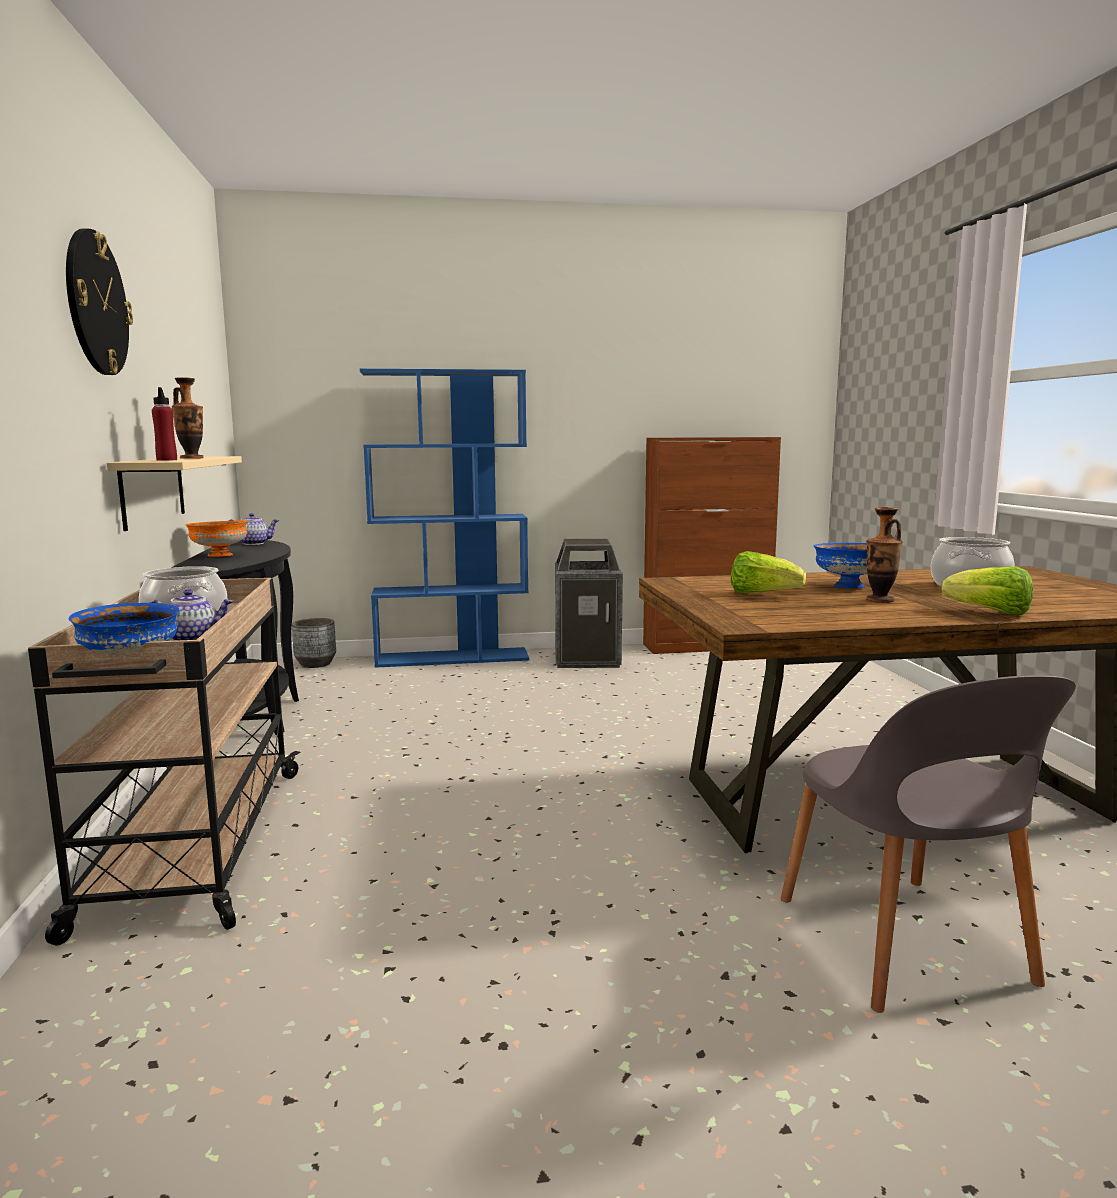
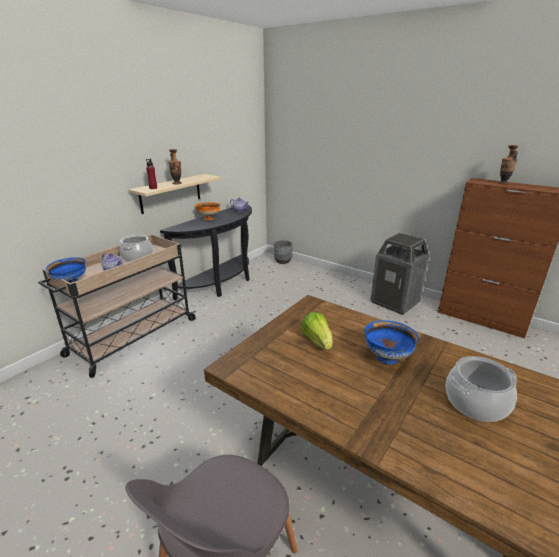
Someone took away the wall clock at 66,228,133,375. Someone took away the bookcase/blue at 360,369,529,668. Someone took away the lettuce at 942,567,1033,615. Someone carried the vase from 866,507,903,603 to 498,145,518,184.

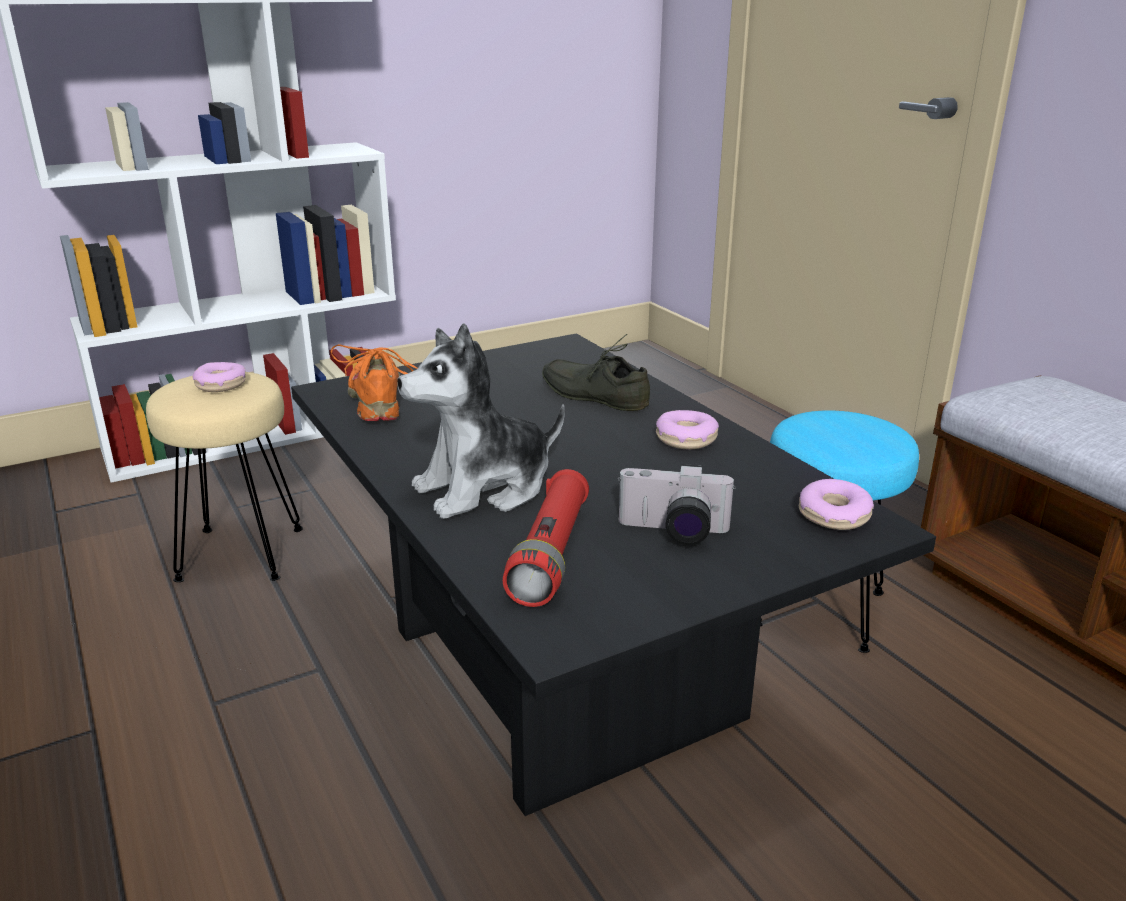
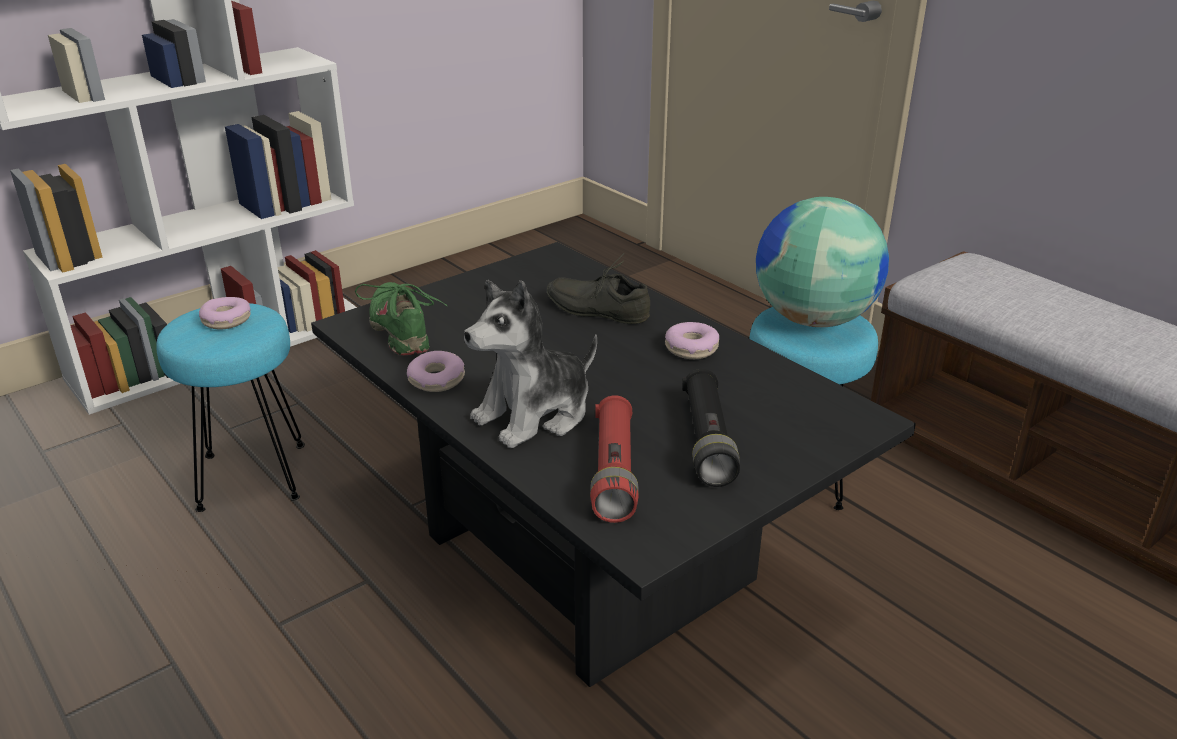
Someone put down the globe at 756,197,889,327. Someone carried the donut from 799,479,874,530 to 407,351,465,392. Someone swapped the photo camera at 619,464,736,545 for the flashlight/black at 682,369,740,487. Someone repainted the stool/beige at 146,372,303,582, which became the stool/turquoise at 156,303,305,512. Someone repainted the shoe/orange at 330,344,417,421, which became the shoe/green at 355,282,447,355.

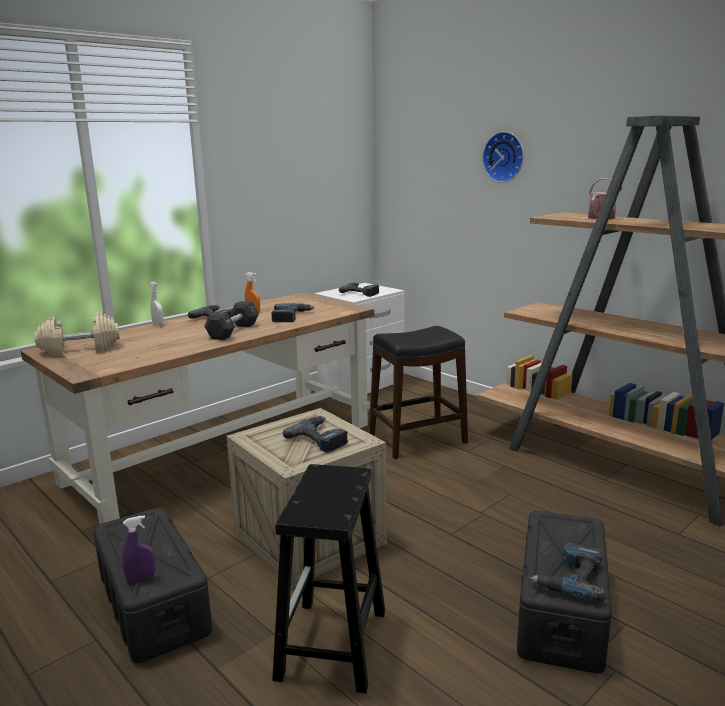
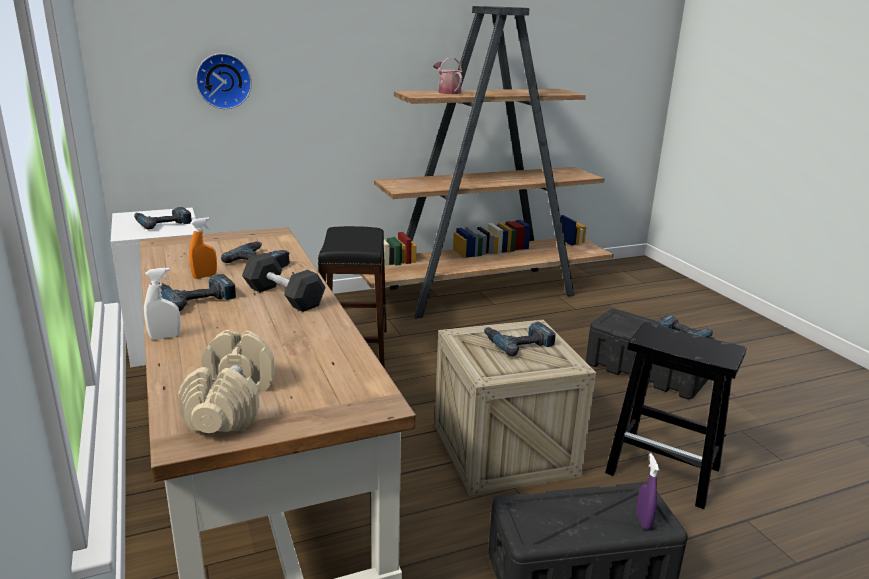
Someone carried the wall clock from 482,131,524,183 to 196,53,252,109.

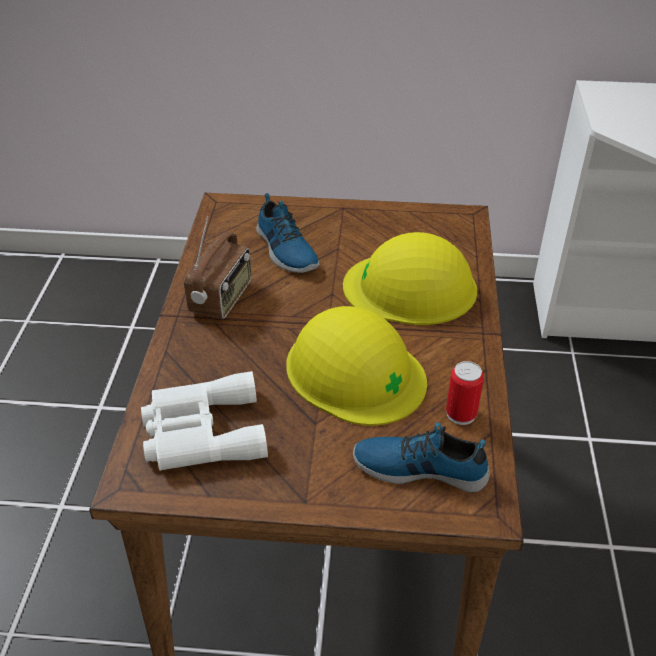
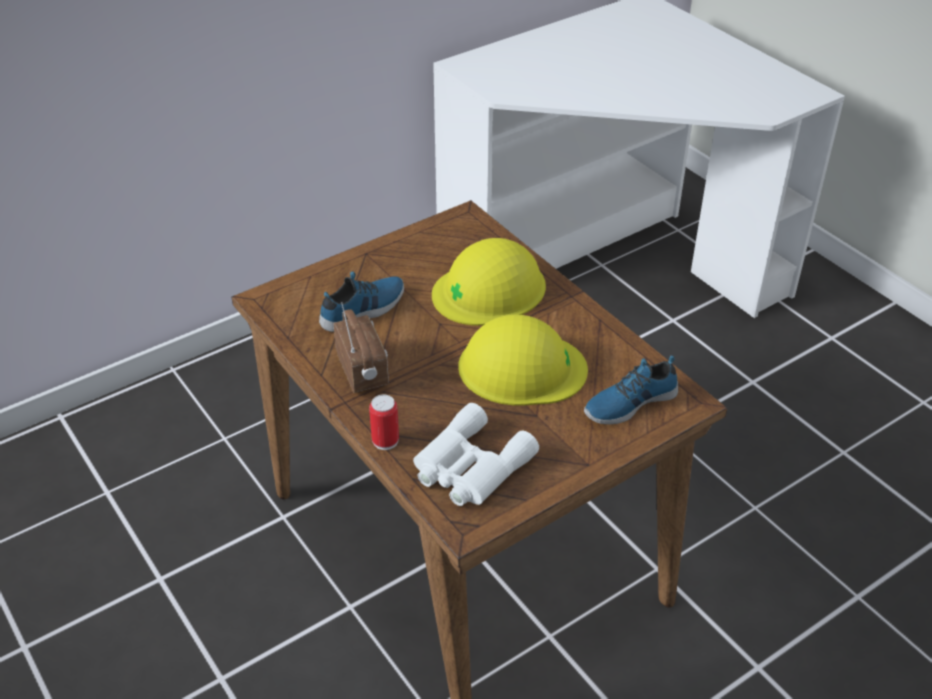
Someone carried the can from 446,361,484,425 to 369,395,399,450. Someone rotated the shoe at 256,193,320,273 by 60 degrees counterclockwise.

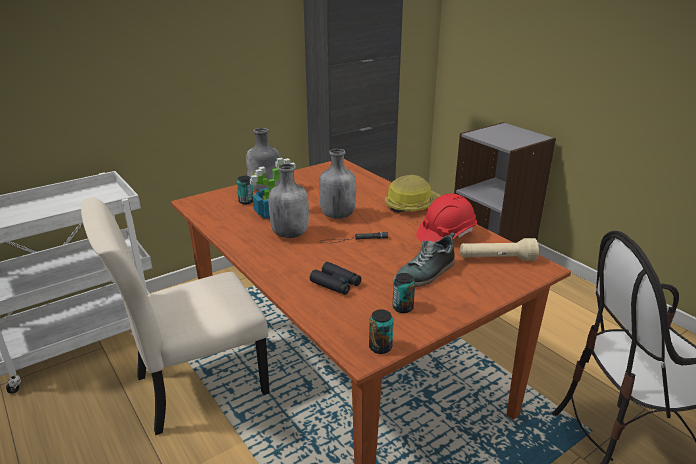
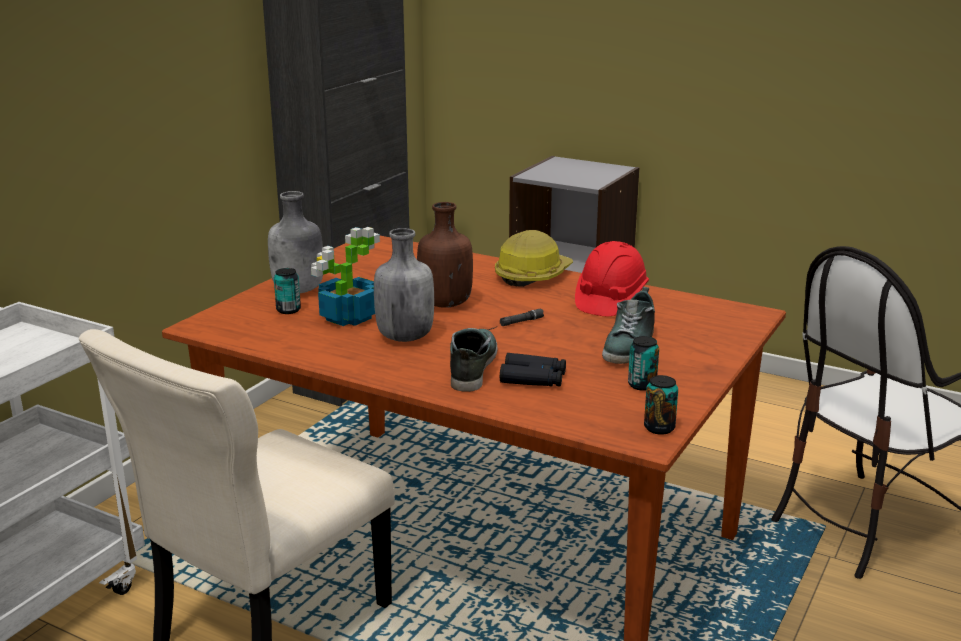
Someone took away the flashlight/beige at 460,238,539,261. Someone put down the shoe at 450,328,497,392. Someone repainted the bottle/grey at 319,149,356,219, which became the bottle/brown at 417,202,473,308.

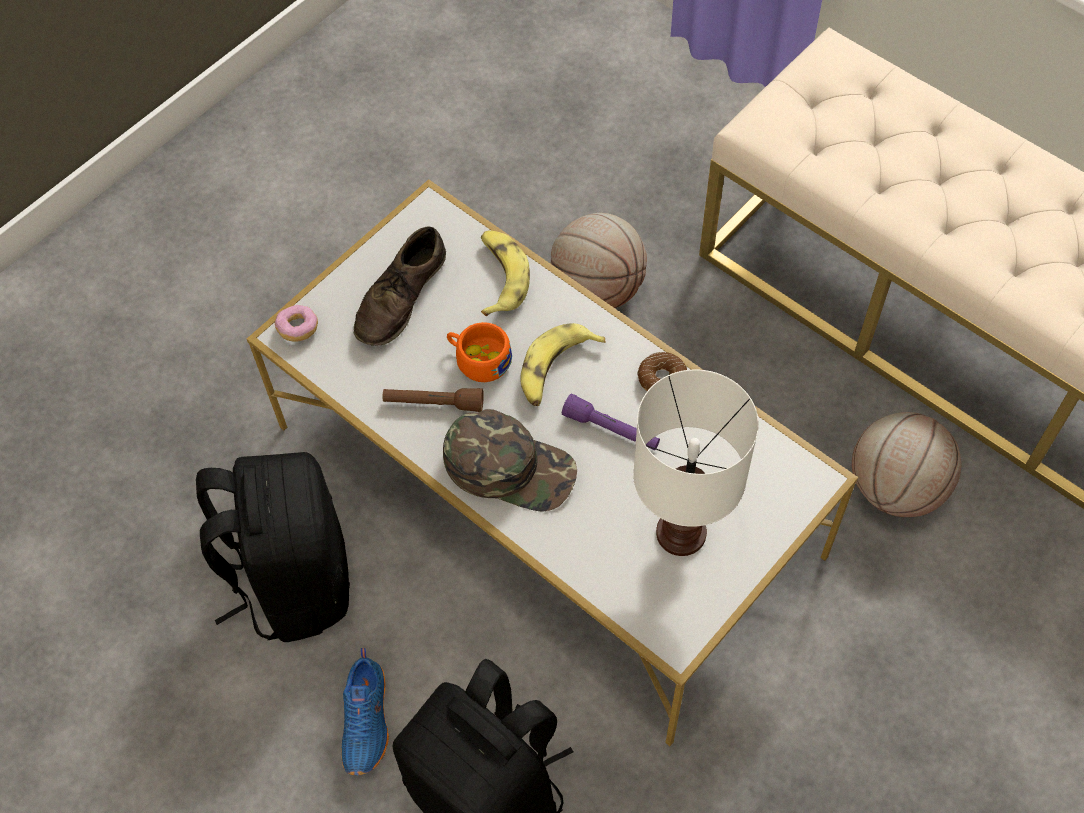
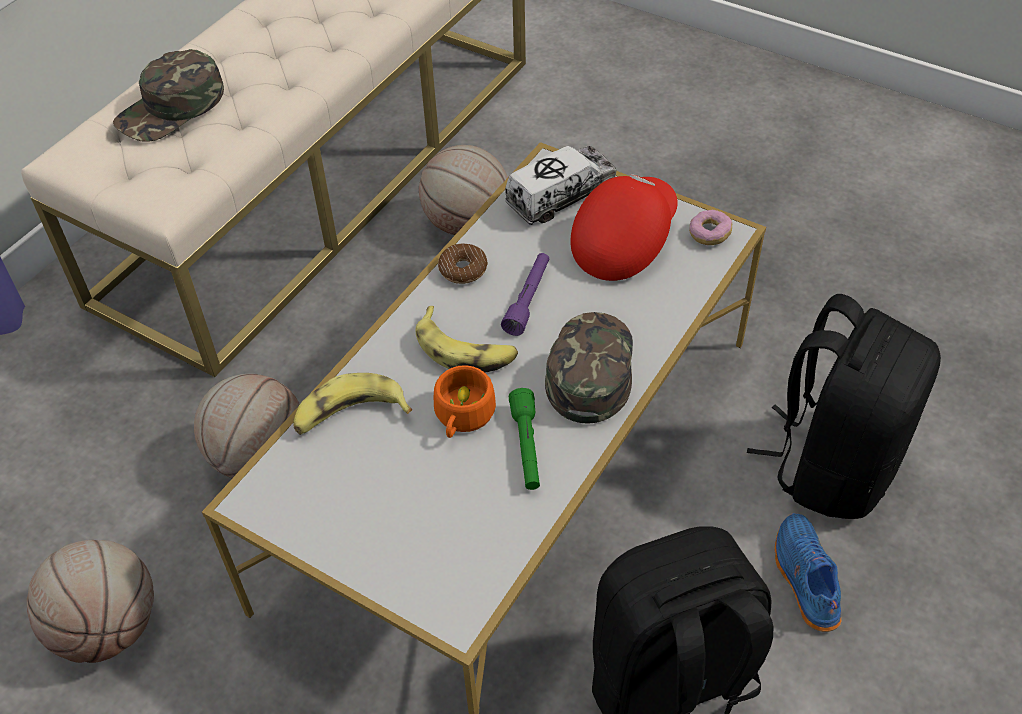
Someone took away the shoe/brown at 354,226,446,346. Someone put down the basketball at 27,540,154,663. Someone put down the cap/green at 113,49,224,142. Someone put down the toy truck at 504,146,617,225. Someone carried the donut from 275,305,318,342 to 689,210,732,245. Someone swapped the table lamp/white at 633,369,759,556 for the cap/red at 570,174,678,281. Someone repainted the flashlight/brown at 383,388,484,412, which became the flashlight/green at 509,388,540,490. Someone rotated the shoe/blue at 341,648,389,776 by 90 degrees counterclockwise.

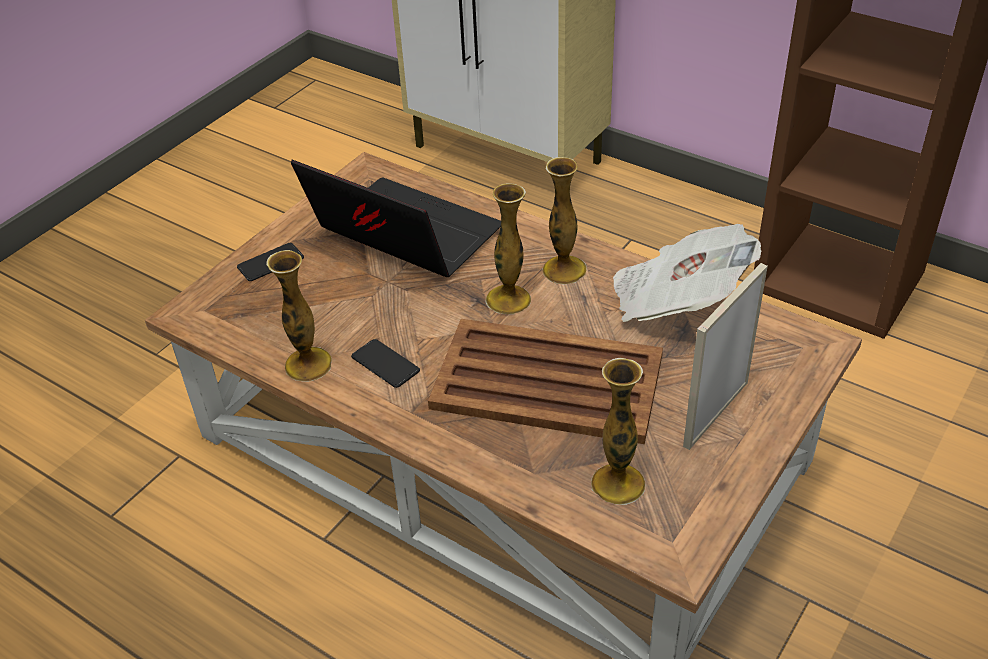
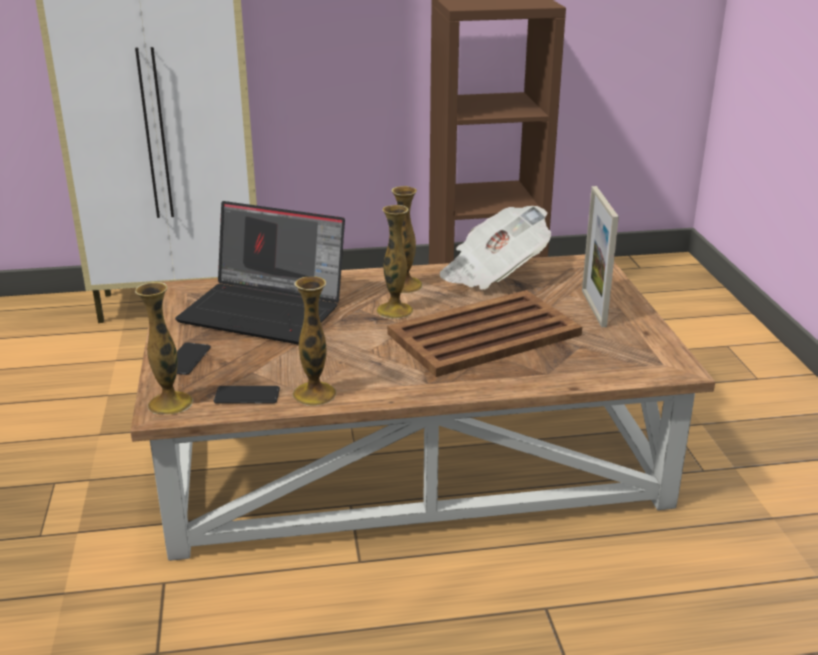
Someone carried the phone from 351,339,420,388 to 214,386,280,404. Someone carried the vase from 591,358,645,505 to 135,282,193,415. Someone rotated the laptop at 291,160,501,277 by 150 degrees counterclockwise.

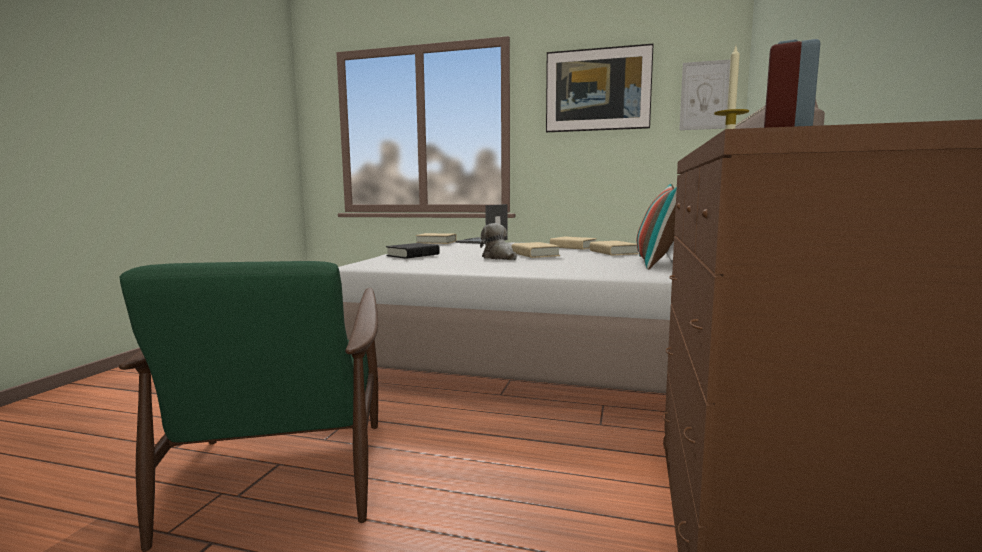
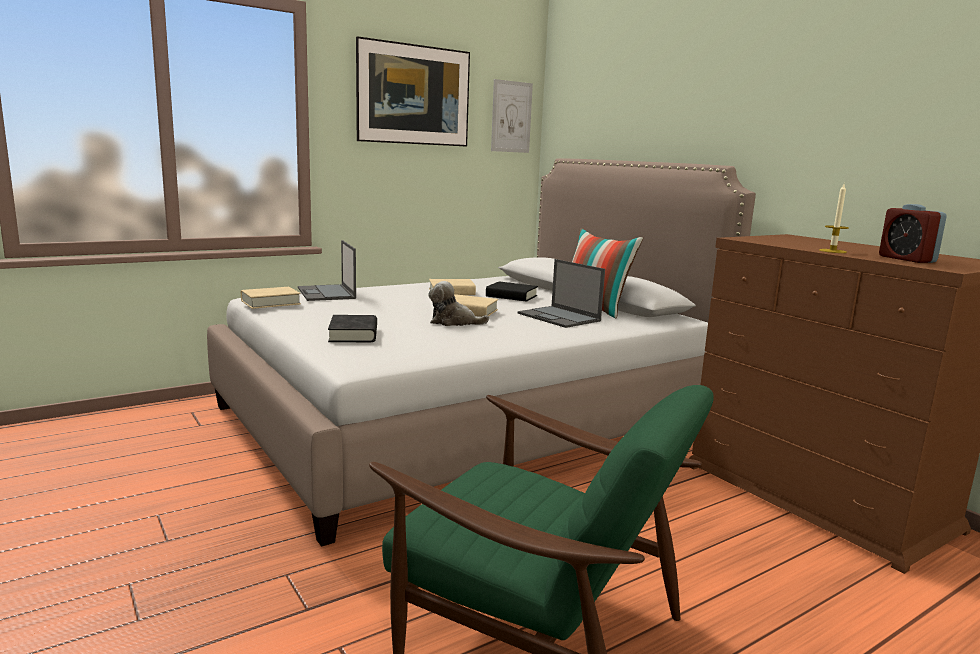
Someone put down the laptop at 518,259,605,328. Someone repainted the book/beige at 590,241,639,255, which became the book/black at 486,281,538,301.

